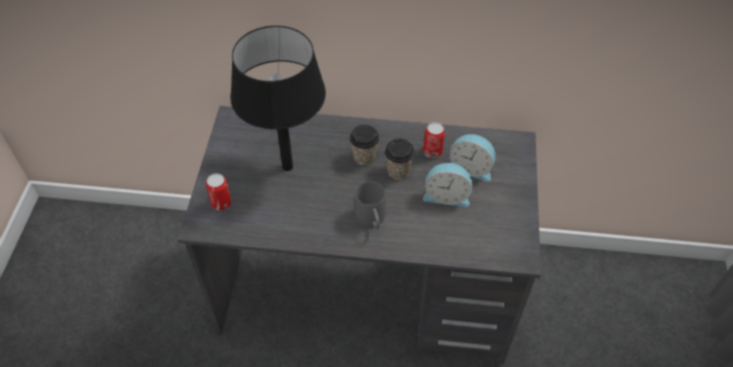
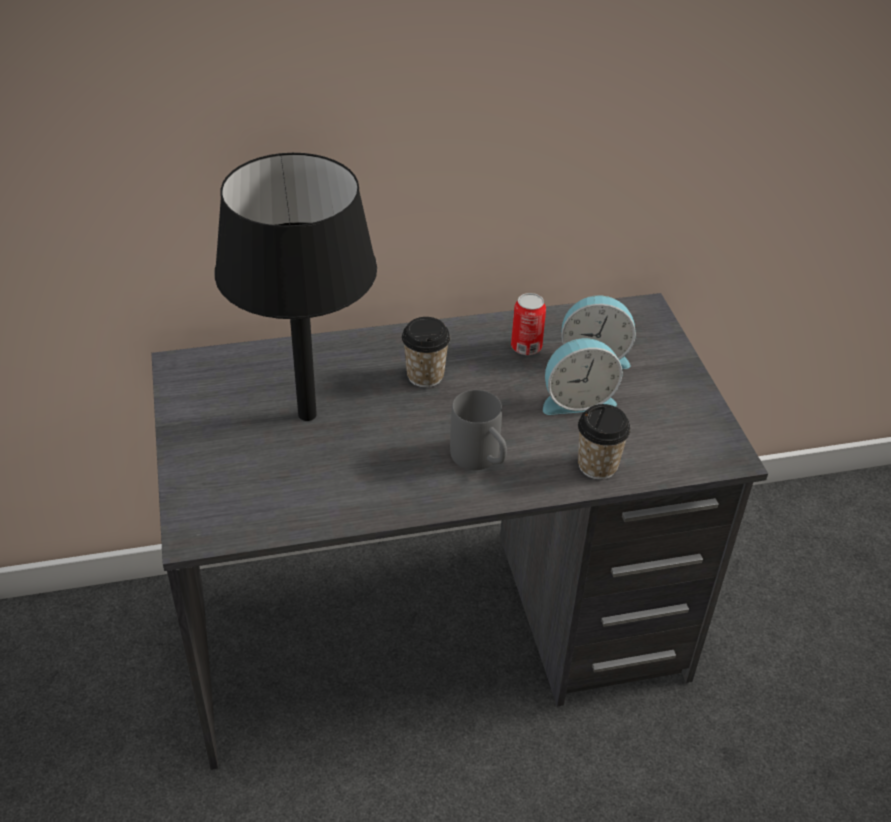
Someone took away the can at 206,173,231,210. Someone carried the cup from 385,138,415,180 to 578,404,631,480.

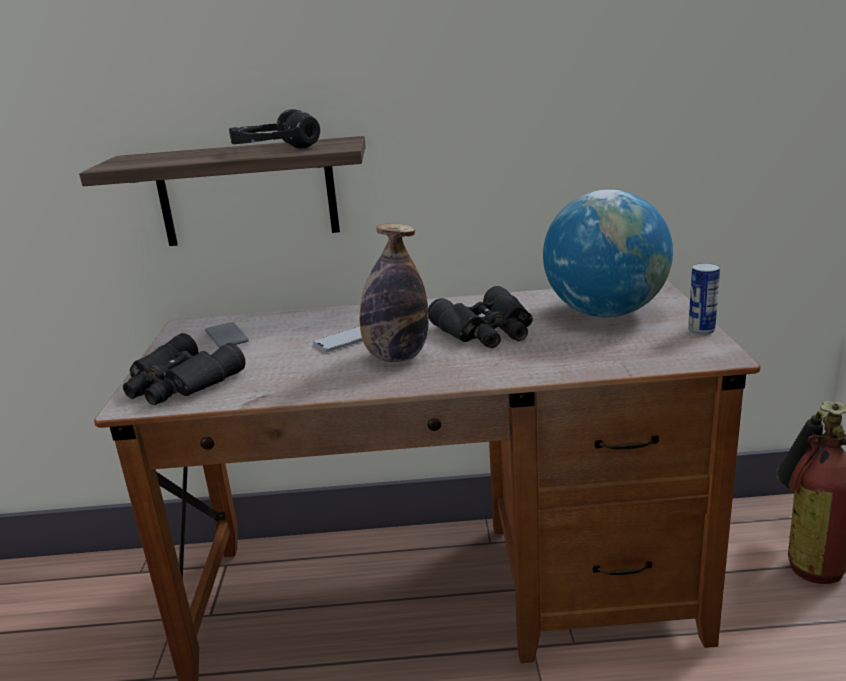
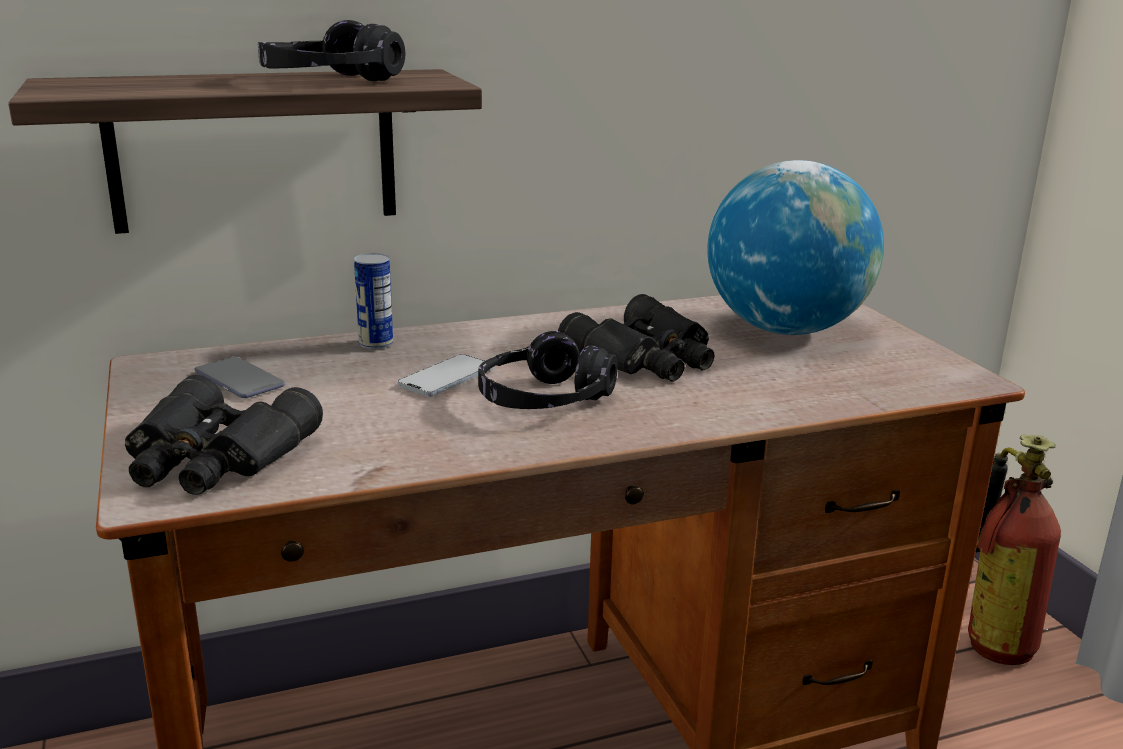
Someone carried the can from 688,263,720,335 to 354,253,393,349. Someone swapped the bottle at 360,223,429,362 for the headphones/black at 478,331,618,409.

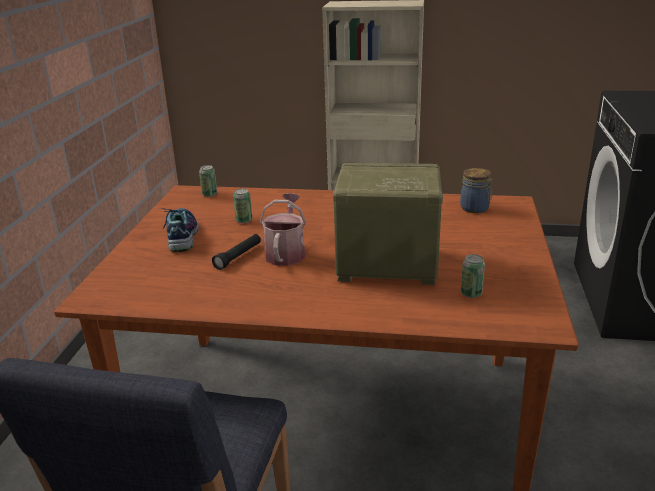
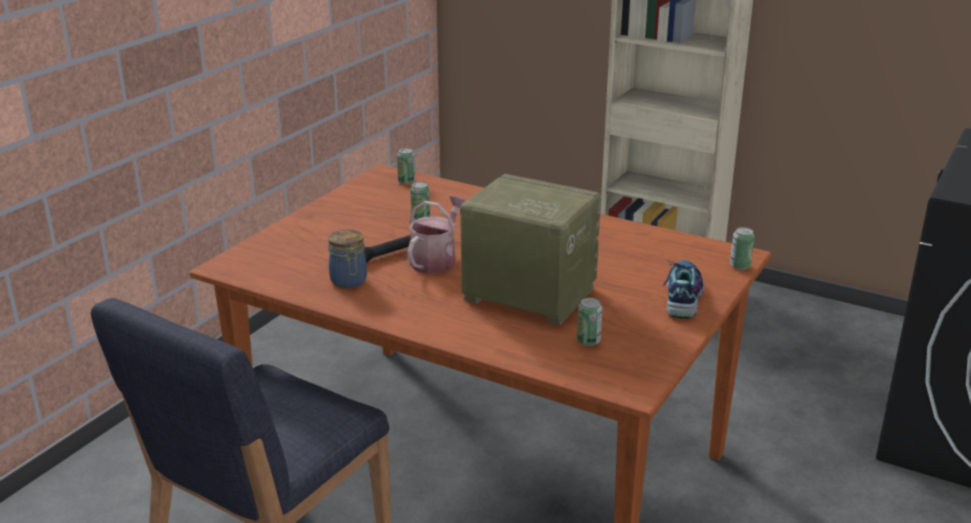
Someone put down the can at 730,227,755,270. Someone carried the shoe from 158,208,199,252 to 663,259,705,319. Someone carried the jar from 460,168,493,213 to 328,229,367,288.

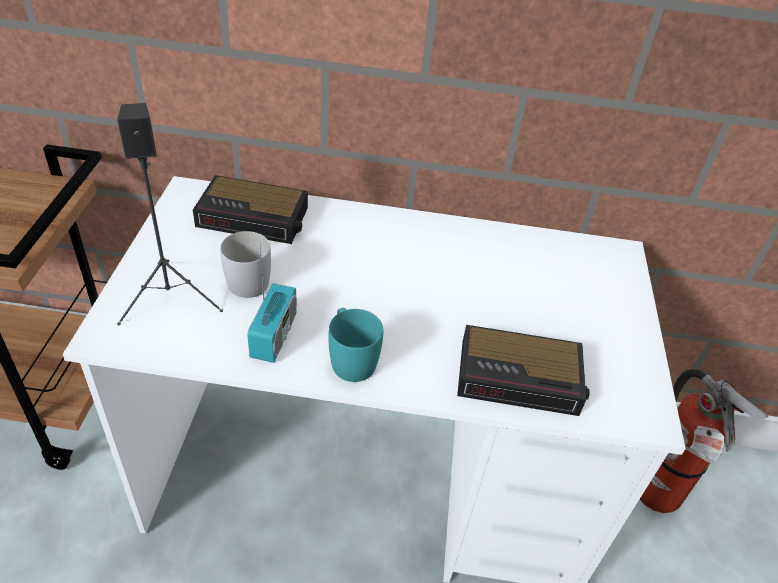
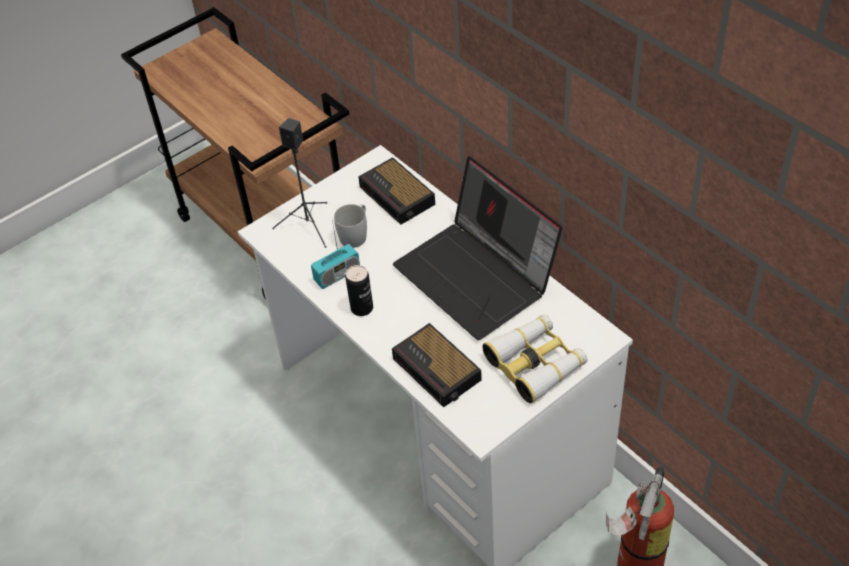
Someone put down the laptop at 393,156,563,340. Someone put down the binoculars at 482,314,588,403. Someone swapped the mug/turquoise at 328,308,383,382 for the can at 345,265,373,316.

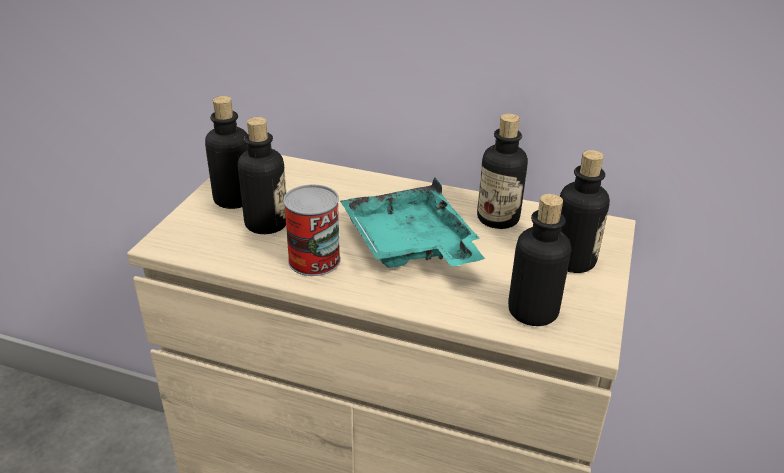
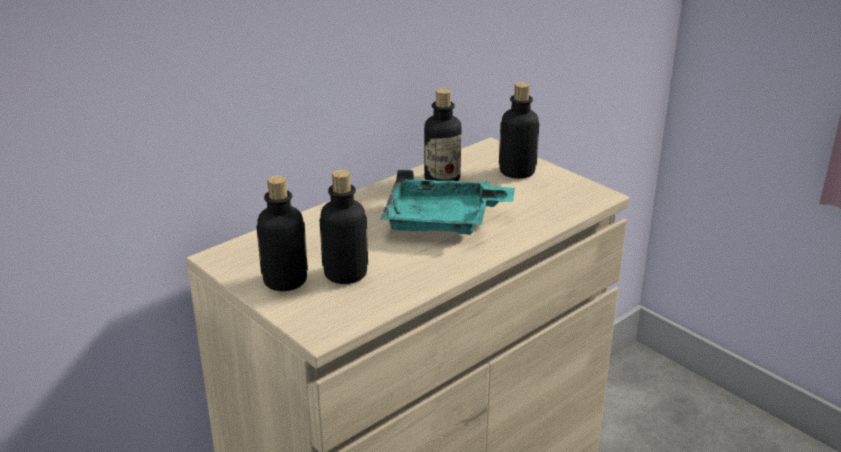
Someone took away the can at 283,185,341,276. Someone took away the bottle at 508,194,571,326.

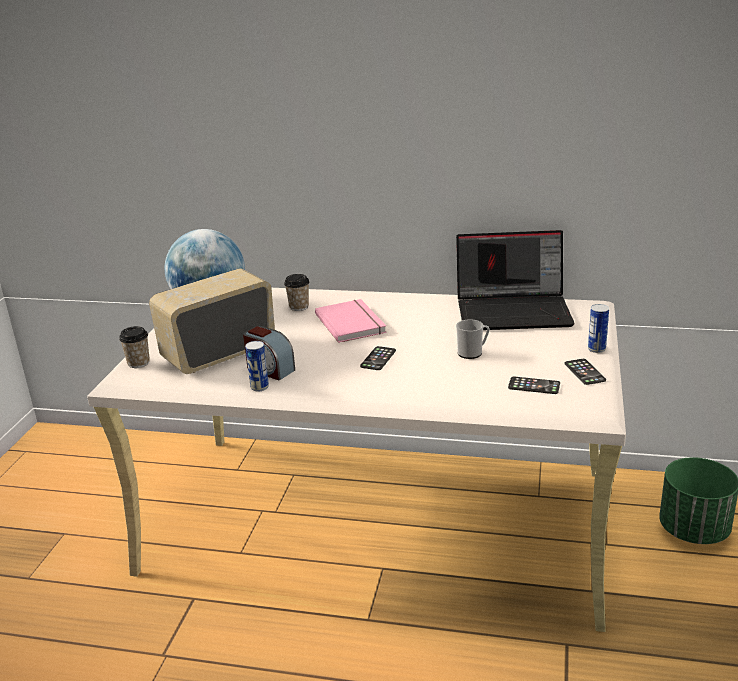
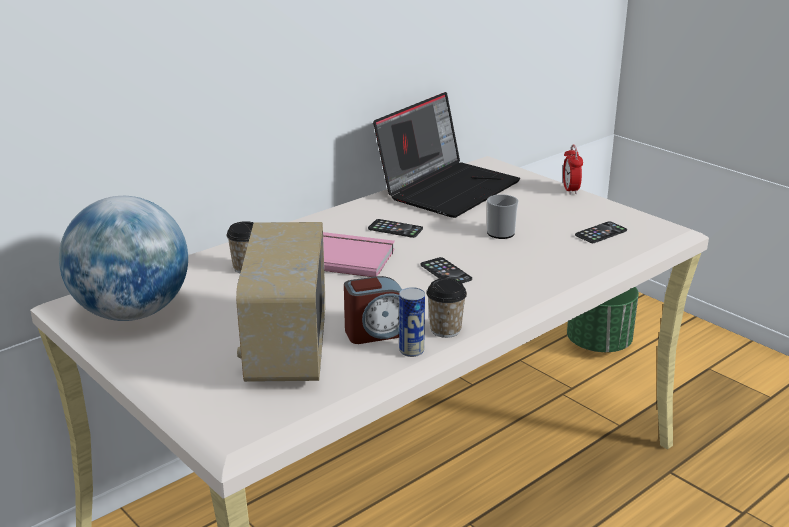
Someone carried the cup from 119,326,150,368 to 427,278,467,338. Someone carried the phone from 565,359,606,385 to 368,219,423,238. Someone swapped the can at 588,304,609,353 for the alarm clock at 563,144,583,195.

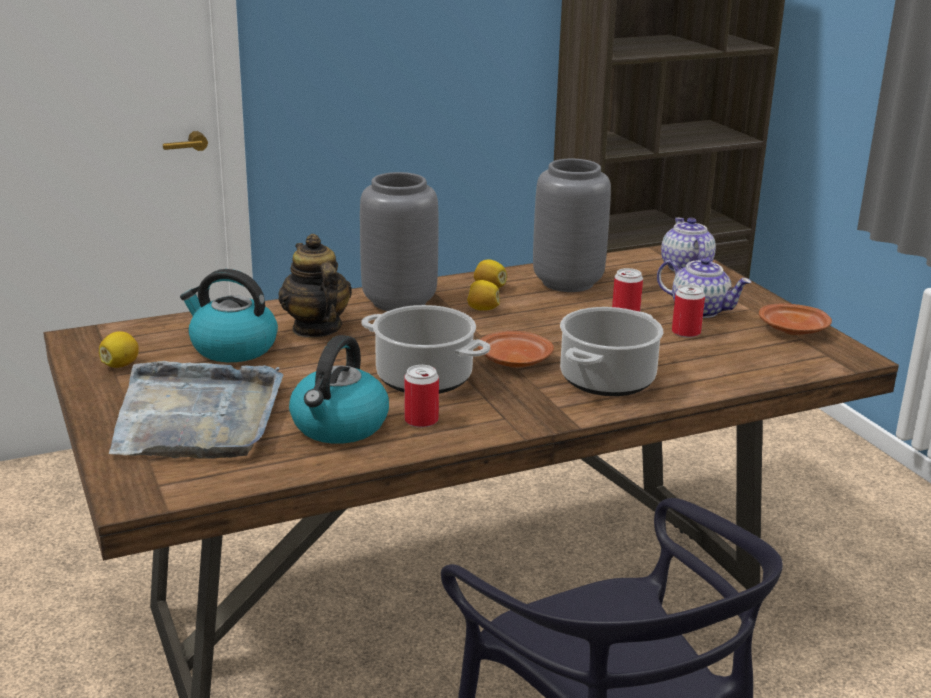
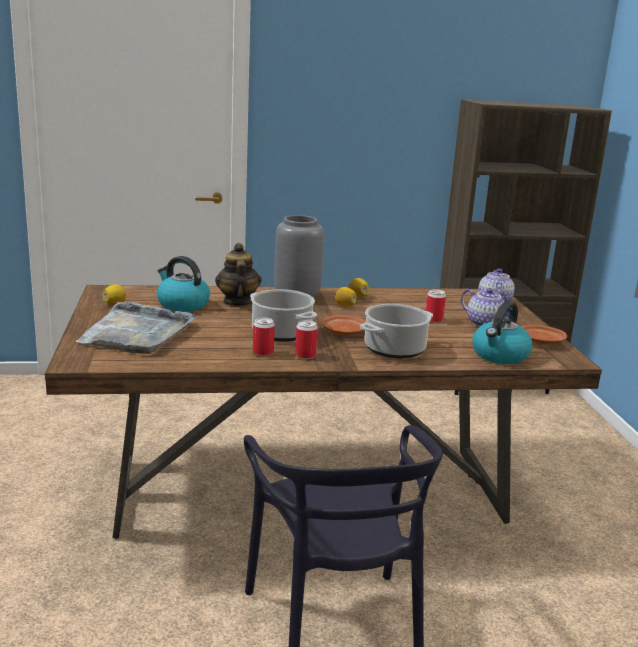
Someone took away the vase/grey at 533,159,611,292. Someone carried the kettle from 289,335,389,444 to 472,301,532,364. Someone carried the can from 672,284,705,338 to 295,320,318,359.

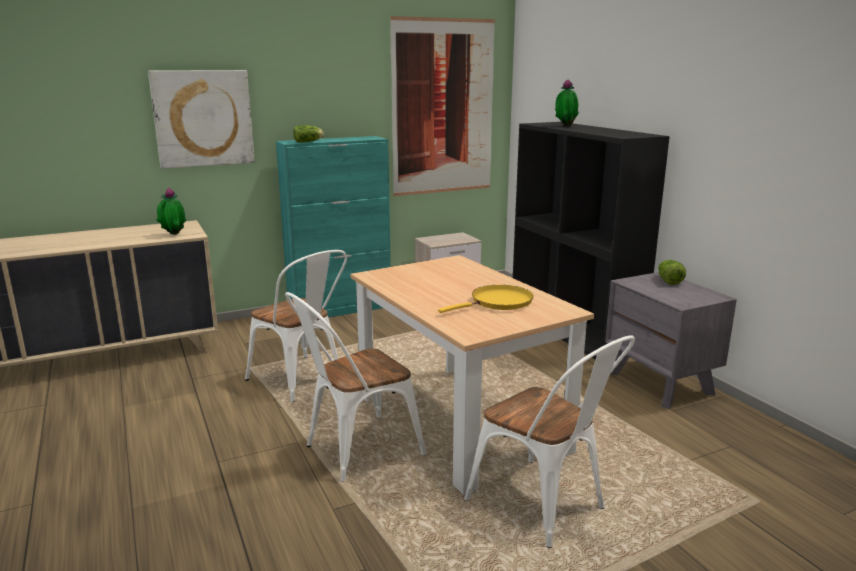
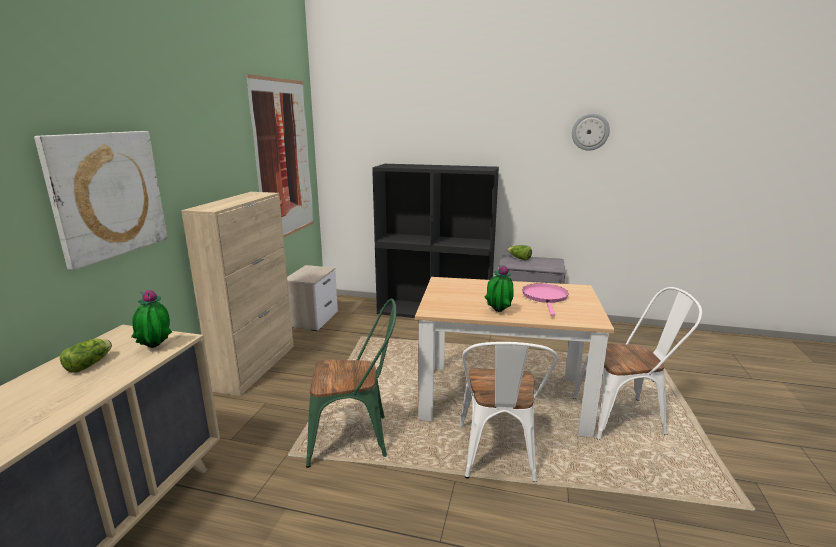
Someone put up the wall clock at 572,113,610,151. Someone carried the lettuce from 293,125,324,142 to 60,339,112,372. Someone carried the potted plant from 555,79,579,126 to 485,265,514,312. Someone repainted the chair/white at 245,250,347,402, which became the chair/green at 306,299,396,468. Someone repainted the cabinet/turquoise at 276,136,391,318, which became the cabinet/beige at 181,192,294,396. Someone repainted the frying pan/yellow at 438,285,533,313, which became the frying pan/pink at 522,283,569,316.

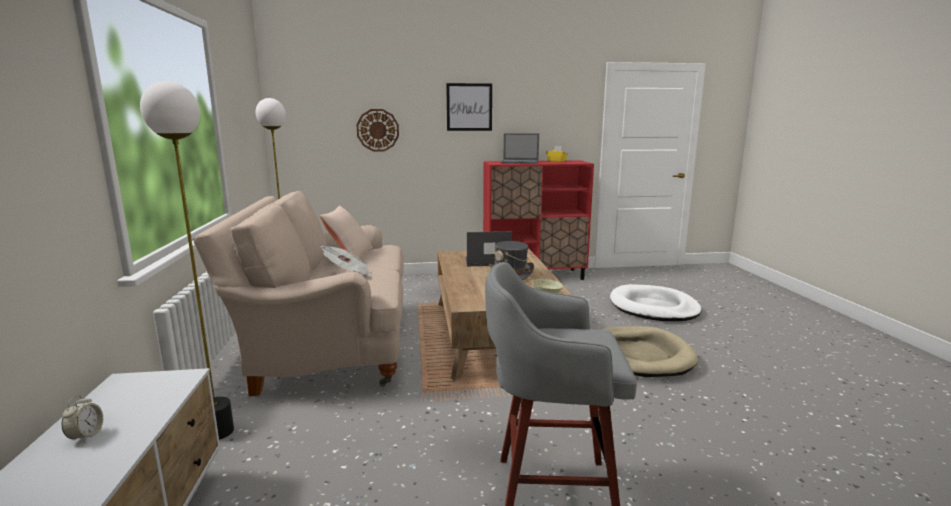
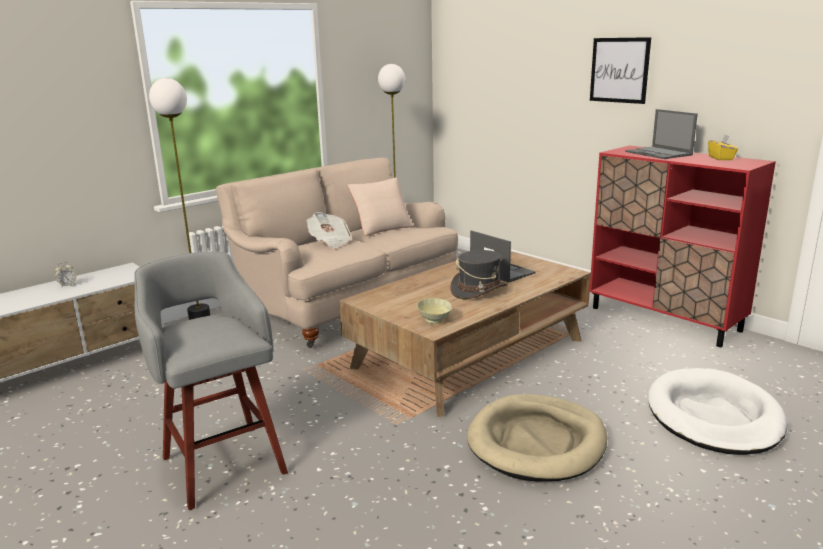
Someone took away the wall clock at 356,109,399,152.

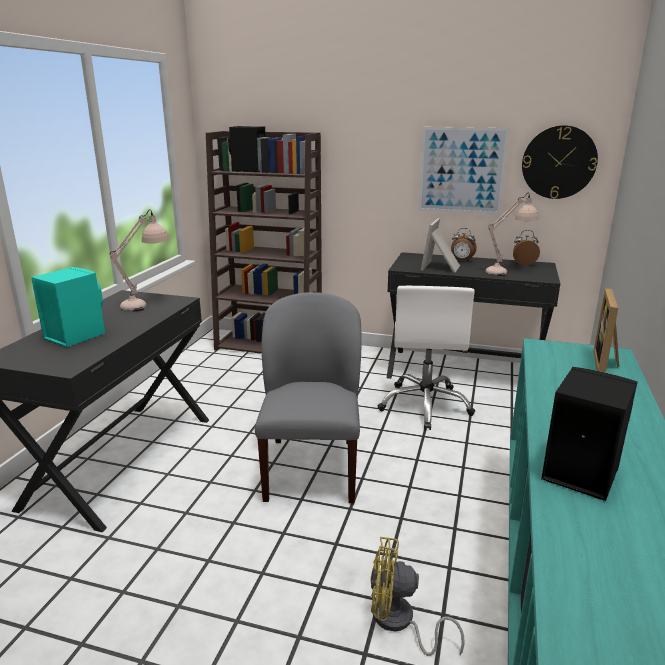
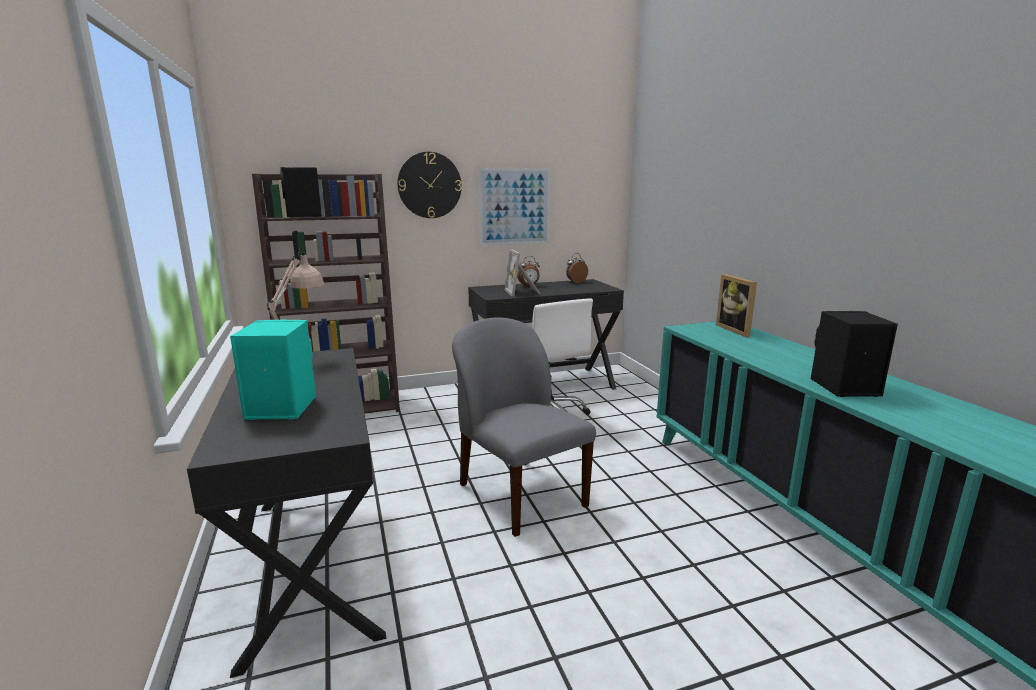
Someone took away the fan/yellow at 370,537,465,656. Someone took away the table lamp/beige at 486,193,539,276. Someone carried the wall clock from 522,125,598,199 to 397,152,462,218.

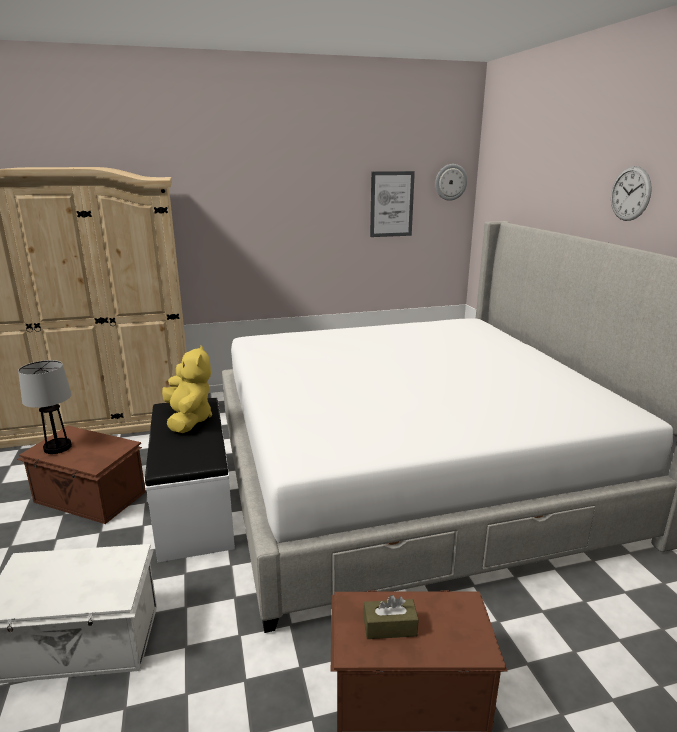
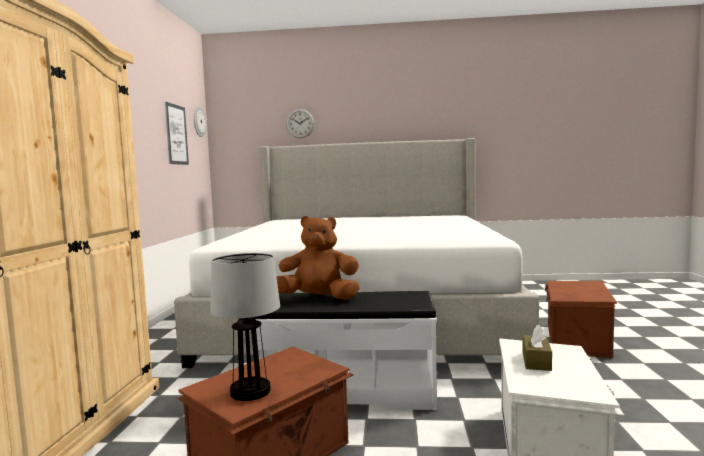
Someone carried the tissue box/brown from 363,595,419,639 to 523,325,552,371. Someone carried the wall clock from 611,166,652,221 to 286,109,315,138. Someone repainted the plush toy/yellow at 162,345,212,433, which became the plush toy/brown at 276,216,360,300.

